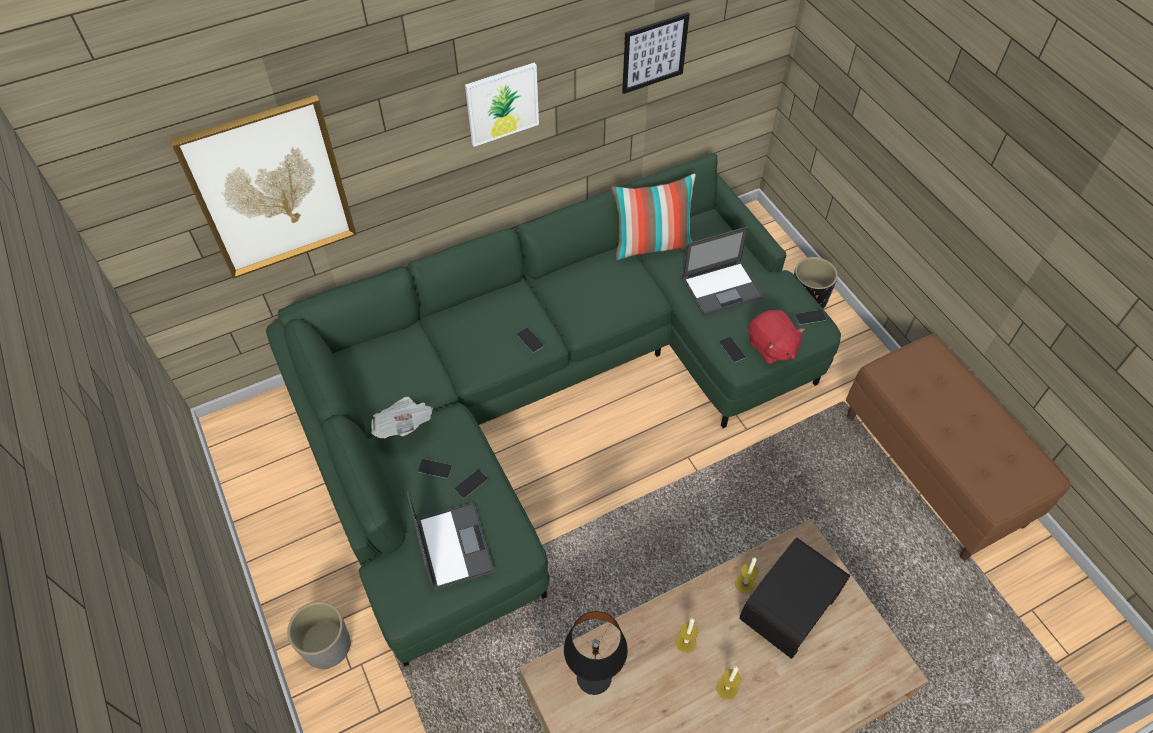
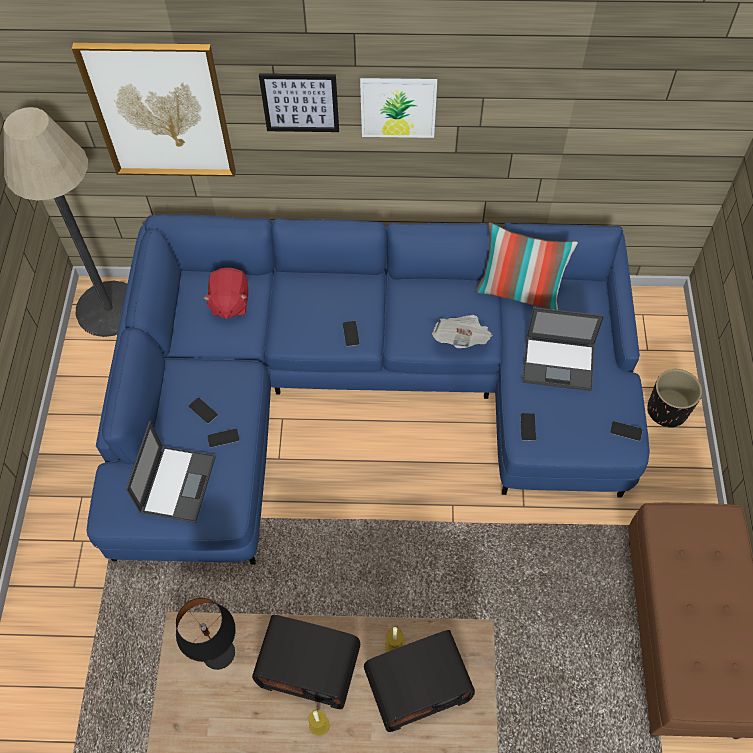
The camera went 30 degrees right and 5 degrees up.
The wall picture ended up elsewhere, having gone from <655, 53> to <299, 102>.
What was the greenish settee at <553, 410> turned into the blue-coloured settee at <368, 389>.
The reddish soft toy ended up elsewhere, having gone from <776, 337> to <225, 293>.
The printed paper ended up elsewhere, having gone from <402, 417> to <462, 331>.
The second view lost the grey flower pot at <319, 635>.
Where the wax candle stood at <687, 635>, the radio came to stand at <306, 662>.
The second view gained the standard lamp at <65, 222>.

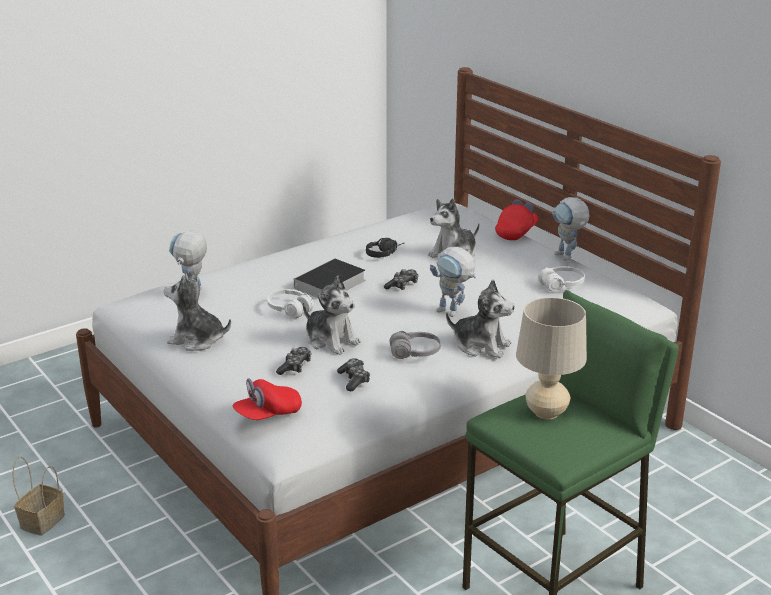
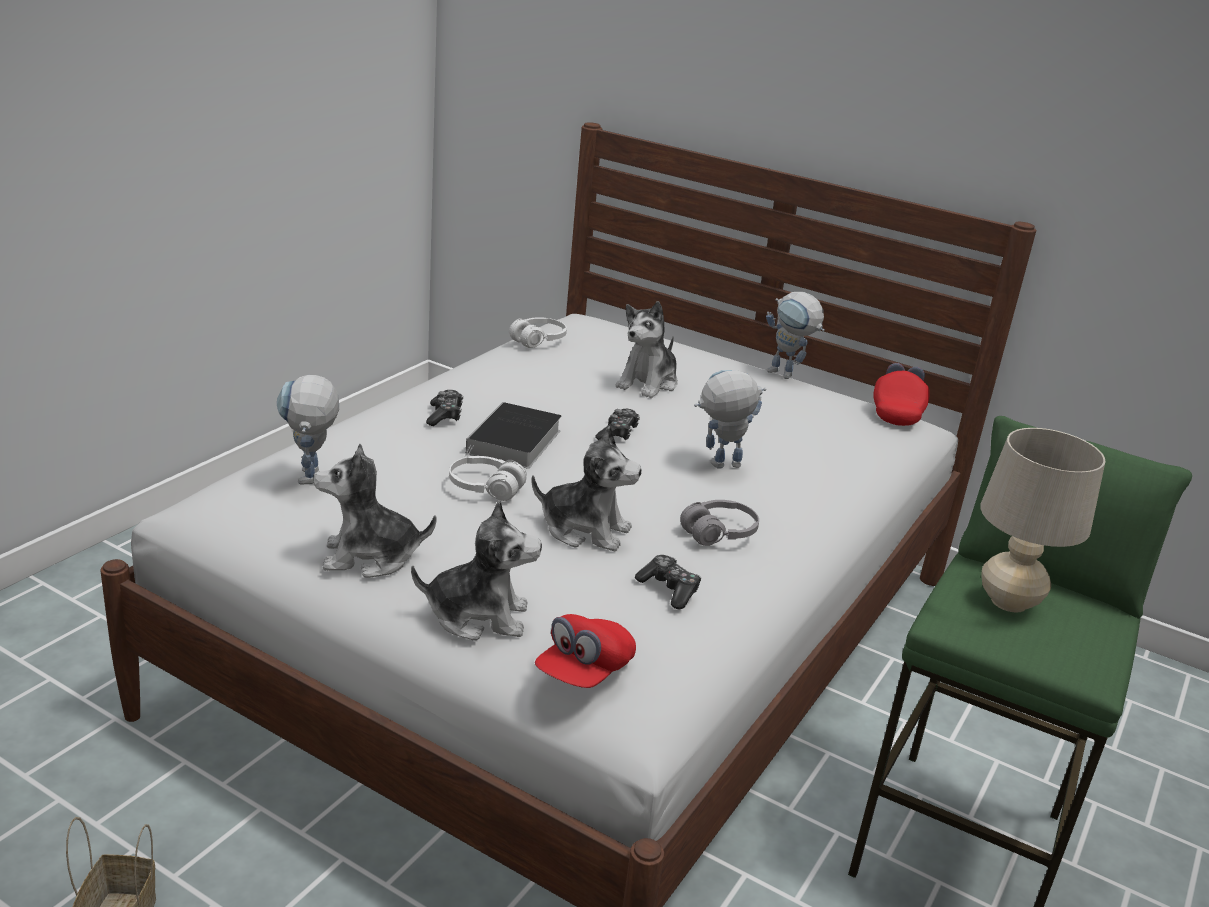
The camera went 25 degrees left and 0 degrees up.
The reddish peaked cap ended up elsewhere, having gone from <517, 219> to <901, 394>.
The second view lost the blackish headset at <385, 248>.
The toy robot at <453, 282> ended up facing another way, 150 degrees clockwise from before.
The whitish headset ended up elsewhere, having gone from <561, 278> to <538, 332>.
The soft toy ended up elsewhere, having gone from <480, 319> to <476, 570>.
The gamepad ended up elsewhere, having gone from <294, 361> to <444, 408>.

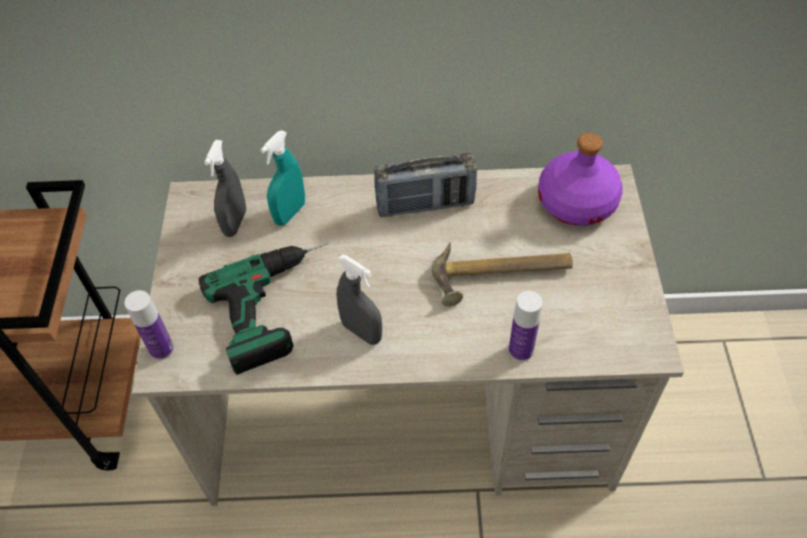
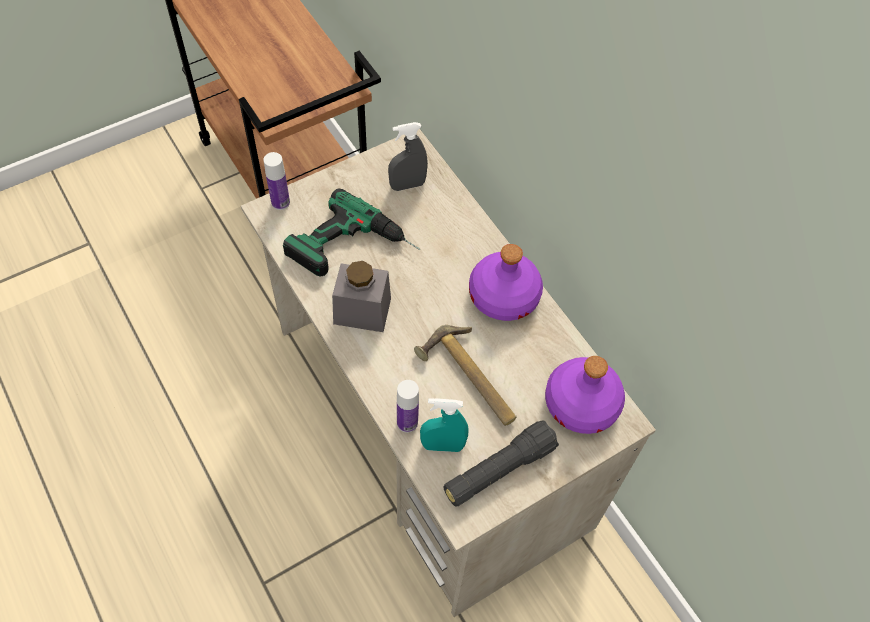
The camera went 55 degrees right and 5 degrees up.
The turquoise-coloured sprayer ended up elsewhere, having gone from <282, 178> to <444, 425>.
Where the radio stood at <425, 185>, the purplish drink bottle came to stand at <506, 282>.
Where the grey sprayer stood at <359, 299>, the grey storage jar came to stand at <361, 296>.
The second view gained the blackish hand torch at <501, 463>.

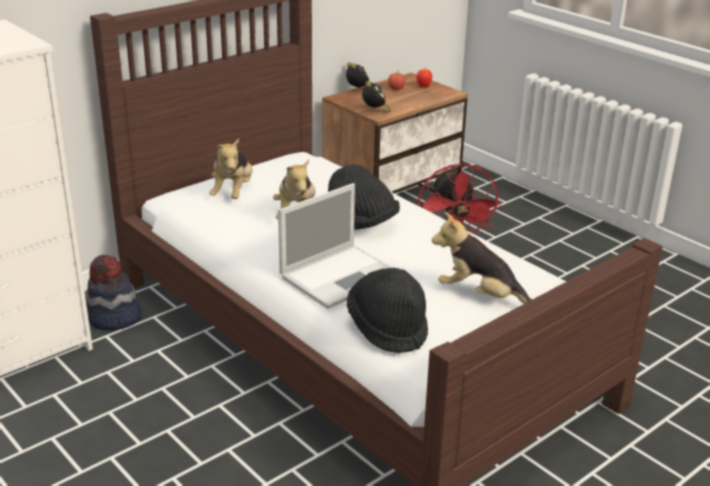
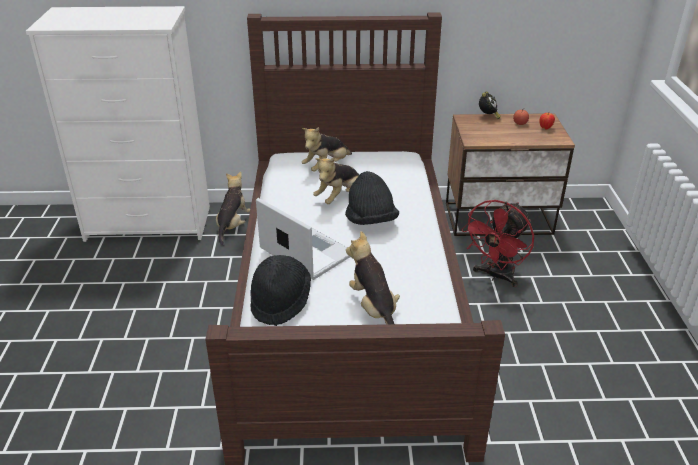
The camera went 40 degrees right and 5 degrees up.
The second view lost the bedside clock at <376, 96>.
The laptop at <334, 246> ended up facing another way, 135 degrees counterclockwise from before.
Where the hat stood at <113, 292>, the soft toy came to stand at <233, 208>.

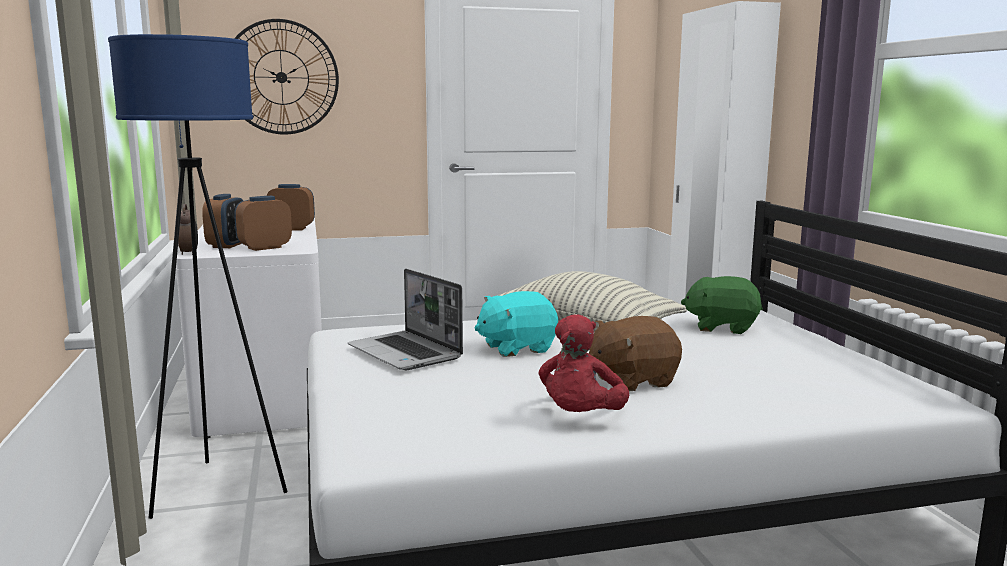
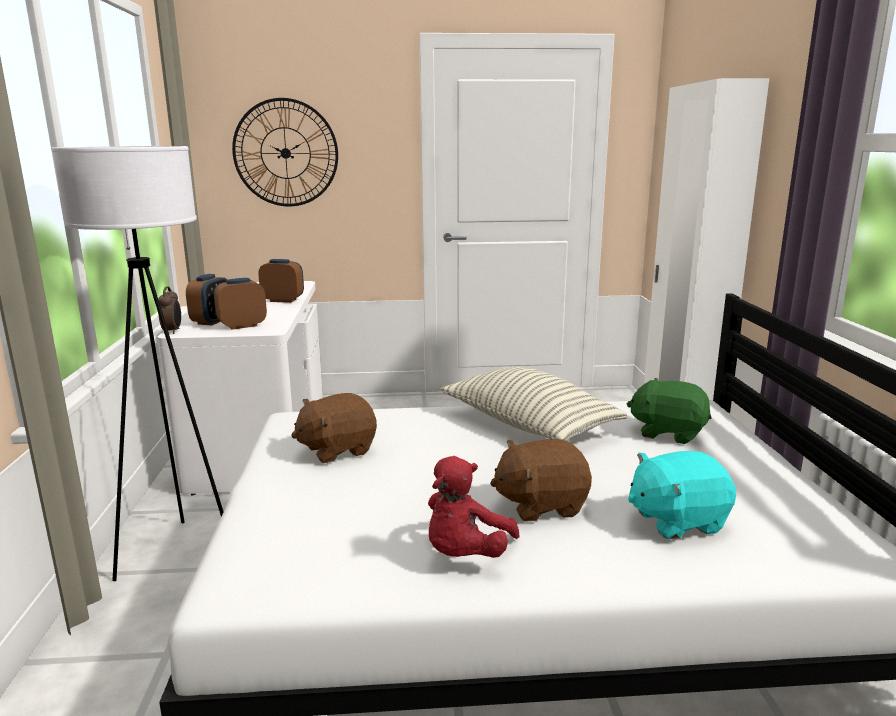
The camera went 10 degrees right and 5 degrees up.
What was the blue-coloured standard lamp at <198, 276> turned into the whitish standard lamp at <137, 363>.
Where the laptop stood at <405, 319>, the brown-coloured soft toy came to stand at <334, 428>.
The turquoise-coloured soft toy ended up elsewhere, having gone from <516, 324> to <682, 495>.

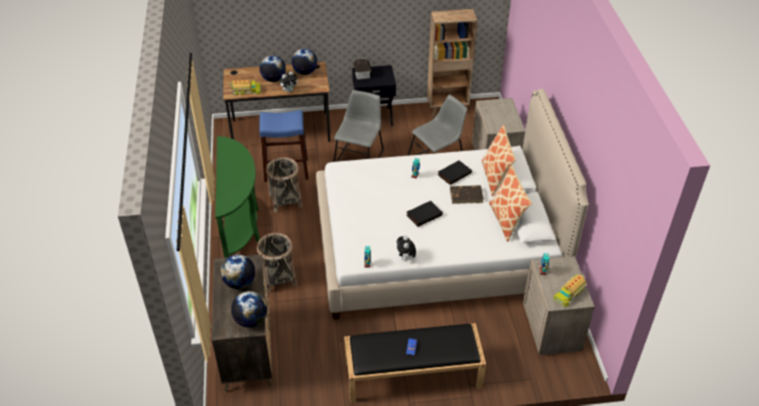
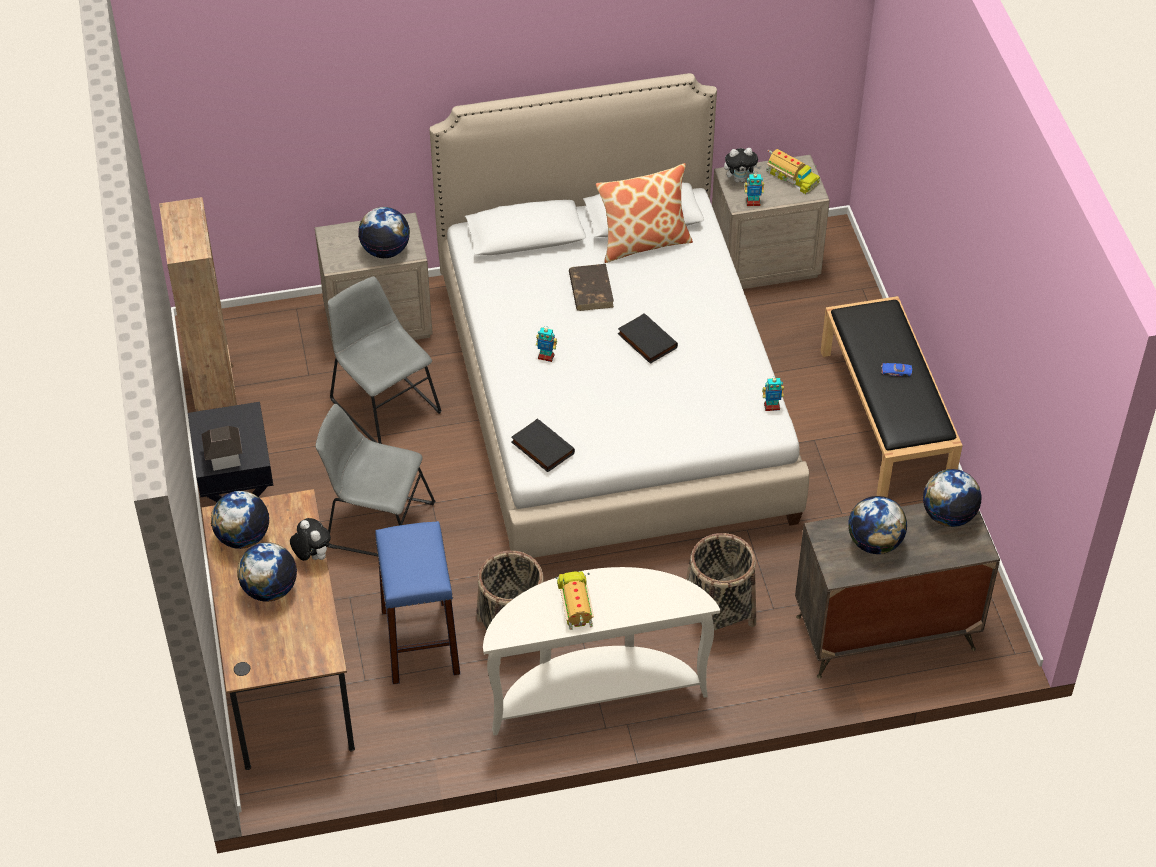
The camera went 95 degrees left and 5 degrees up.
The toy lorry ended up elsewhere, having gone from <245, 87> to <575, 600>.
The second view lost the pillow at <499, 160>.
What was the greenish console table at <237, 197> turned into the whitish console table at <601, 651>.
The blackish book ended up elsewhere, having gone from <455, 172> to <543, 445>.
The soft toy ended up elsewhere, having gone from <406, 248> to <742, 165>.
The second view gained the world globe at <384, 232>.

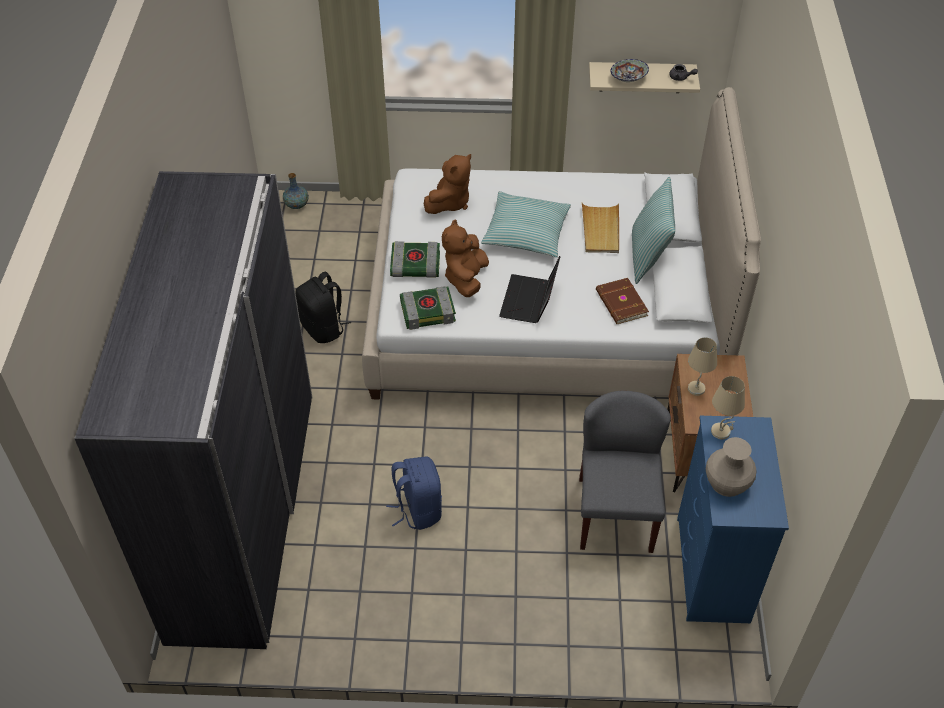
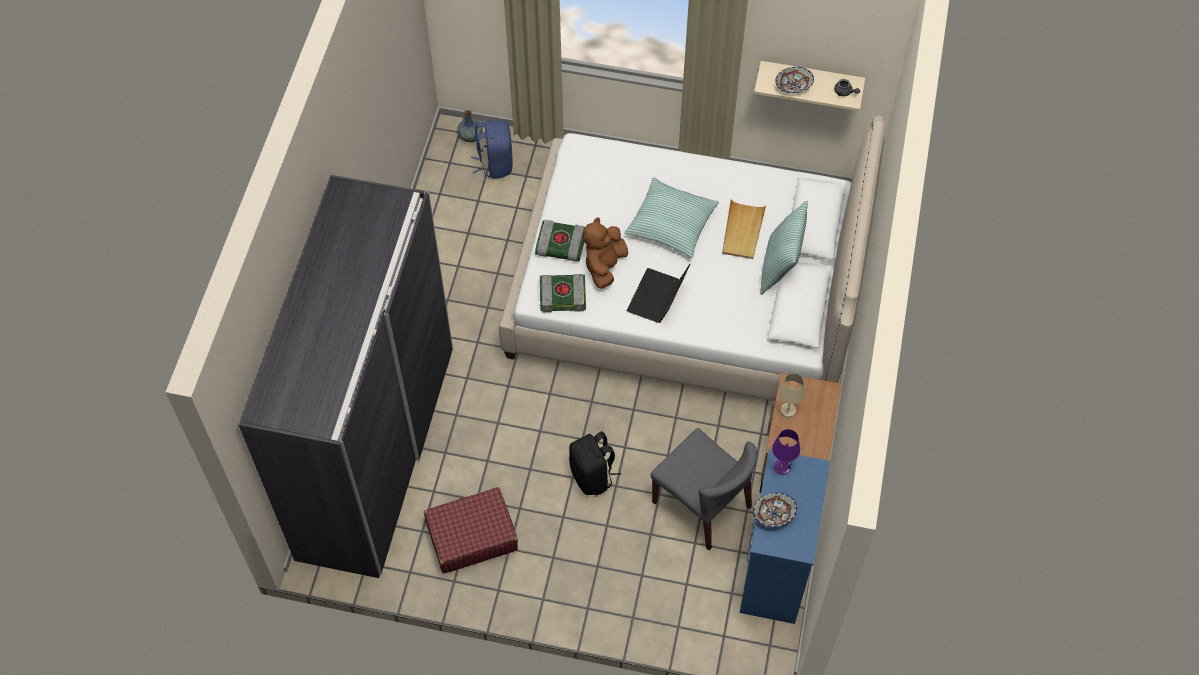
The camera went 10 degrees right and 10 degrees up.
The second view lost the brown-coloured soft toy at <447, 184>.
The blackish knapsack ended up elsewhere, having gone from <323, 307> to <595, 463>.
The second view lost the brown-coloured book at <622, 301>.
What was the sand-coloured lamp for a table at <728, 407> turned into the purplish lamp for a table at <786, 452>.
The grey upright chair at <625, 472> ended up facing another way, 120 degrees clockwise from before.
Where the sand-coloured flower vase stood at <731, 467>, the serving bowl came to stand at <775, 510>.
The blue-coloured knapsack ended up elsewhere, having gone from <414, 493> to <492, 149>.
The second view gained the reddish suitcase at <471, 530>.

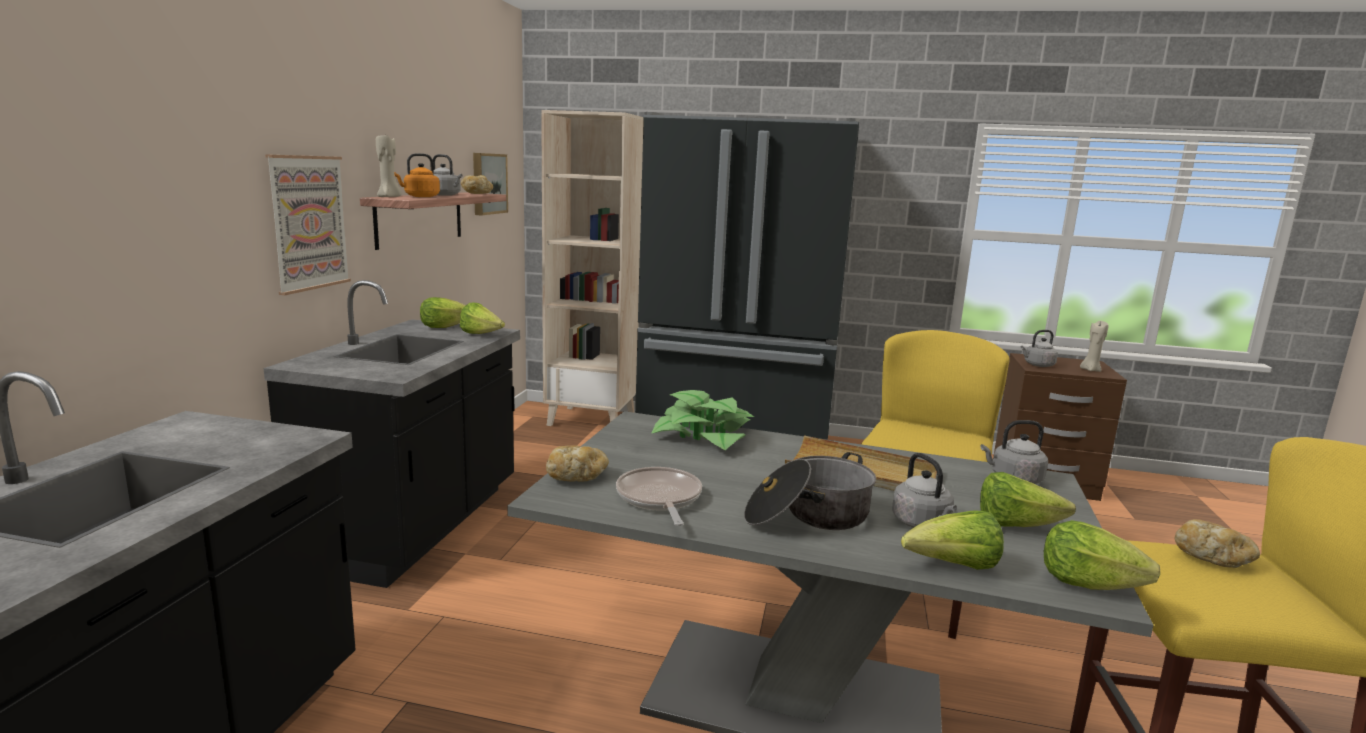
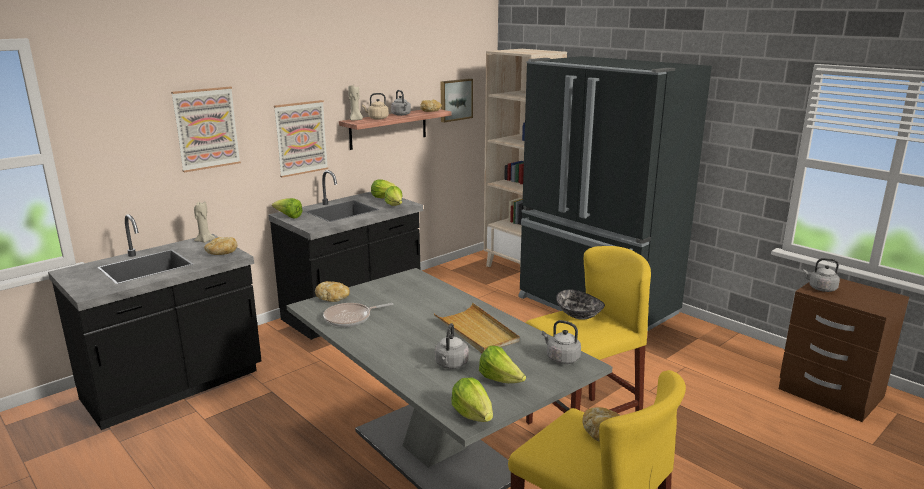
The camera went 35 degrees right and 5 degrees up.
What was the orange tea kettle at <417, 175> turned into the sand-coloured tea kettle at <375, 106>.
The sand-coloured wax candle ended up elsewhere, having gone from <1094, 346> to <204, 222>.
The second view lost the houseplant at <702, 420>.
The second view lost the cooking pot at <810, 491>.
The pan at <659, 496> ended up facing another way, 135 degrees counterclockwise from before.
The lettuce head ended up elsewhere, having gone from <952, 540> to <287, 208>.
The second view gained the wall picture at <206, 129>.
The second view gained the bread at <220, 246>.
The second view gained the serving bowl at <580, 305>.

